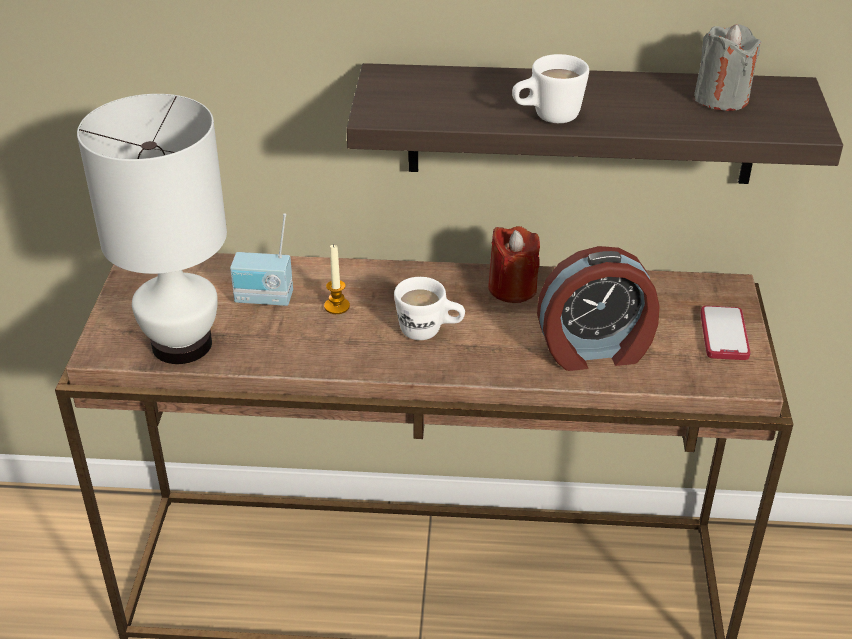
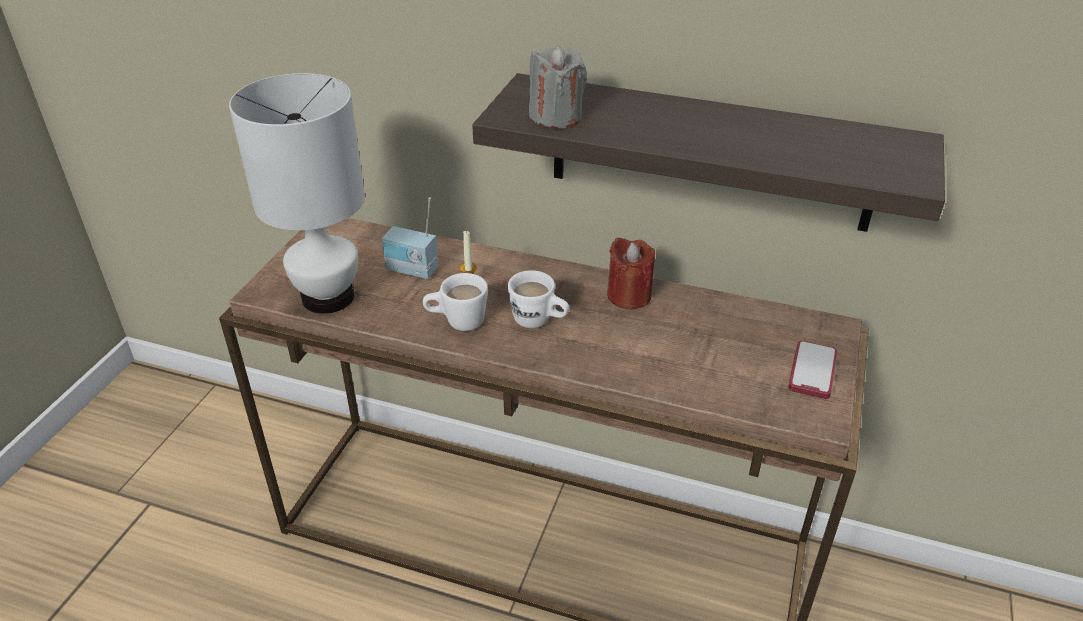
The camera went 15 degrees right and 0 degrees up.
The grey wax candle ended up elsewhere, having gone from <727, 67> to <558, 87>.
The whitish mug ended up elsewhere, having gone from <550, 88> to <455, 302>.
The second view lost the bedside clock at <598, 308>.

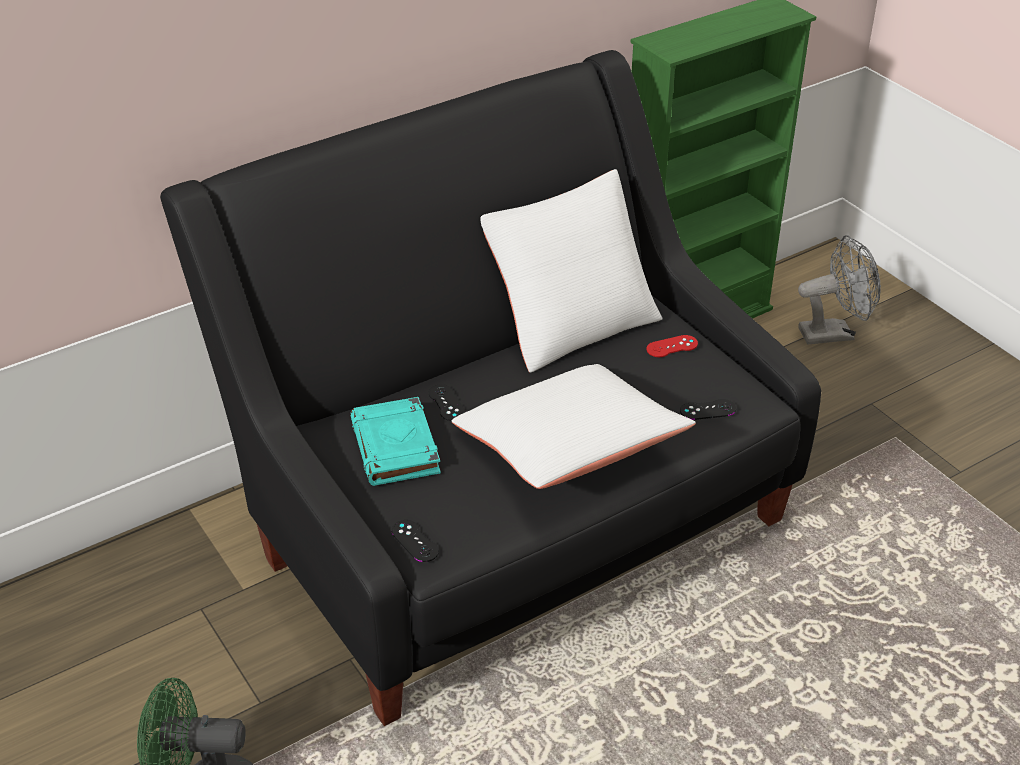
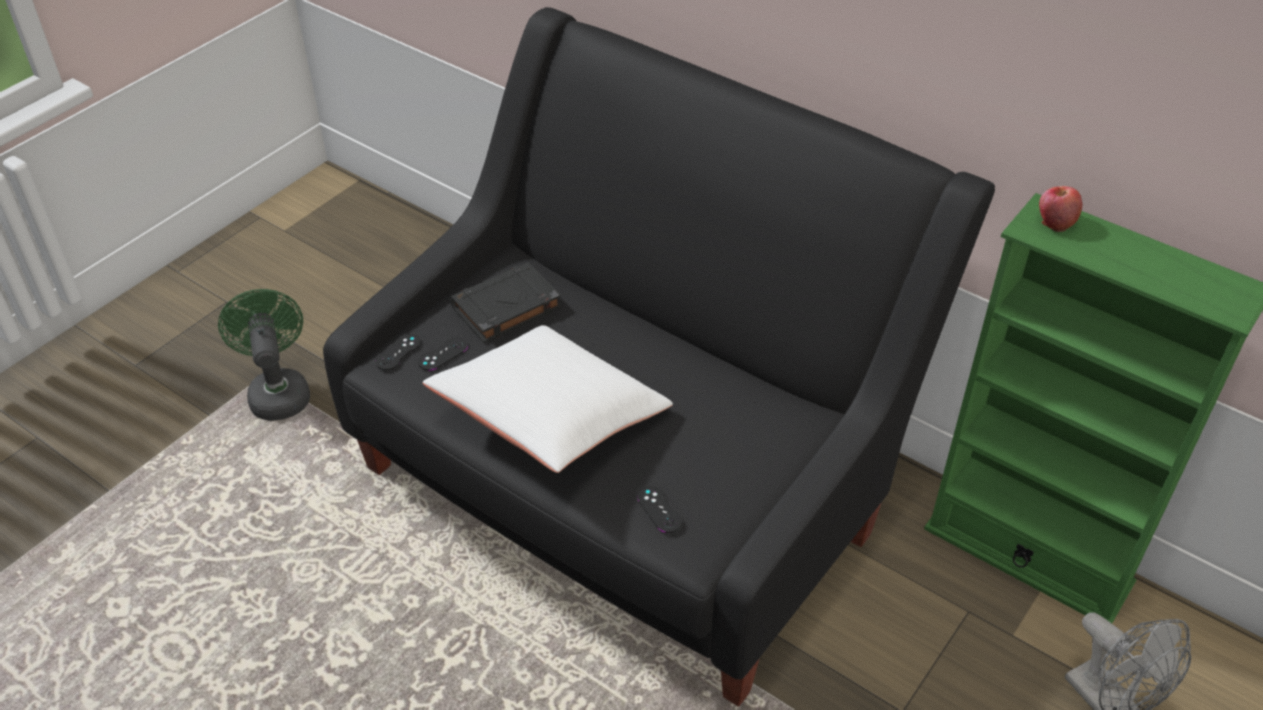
The camera went 70 degrees right and 5 degrees up.
The second view lost the whitish pillow at <571, 271>.
The second view lost the reddish gamepad at <672, 346>.
The blackish gamepad ended up elsewhere, having gone from <447, 402> to <443, 354>.
What was the turquoise-coloured book at <395, 441> turned into the blackish book at <506, 302>.
The second view gained the apple at <1060, 209>.

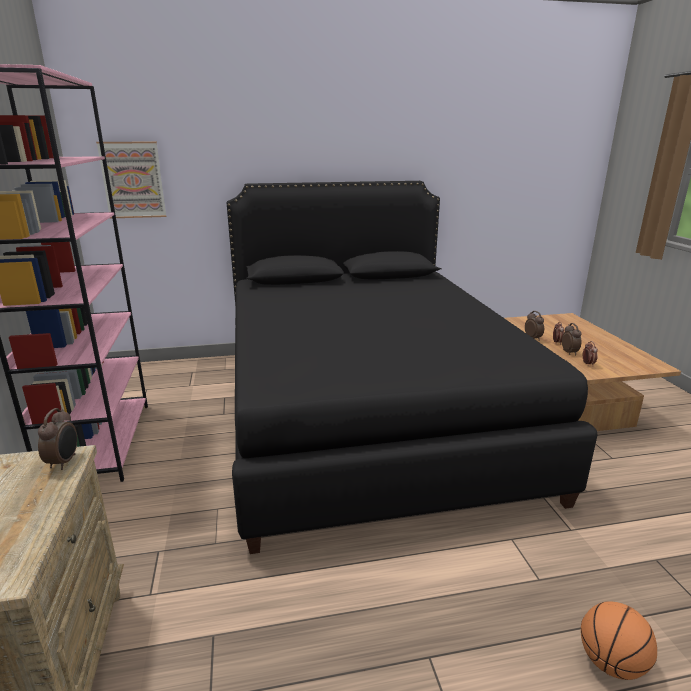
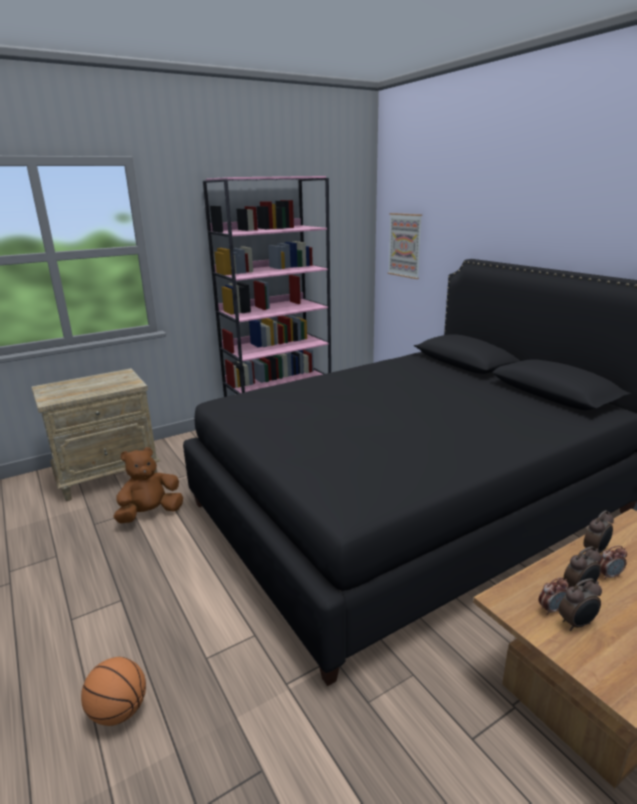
The camera went 70 degrees right and 0 degrees up.
The bedside clock ended up elsewhere, having gone from <57, 439> to <580, 604>.
The second view gained the brown-coloured soft toy at <148, 485>.

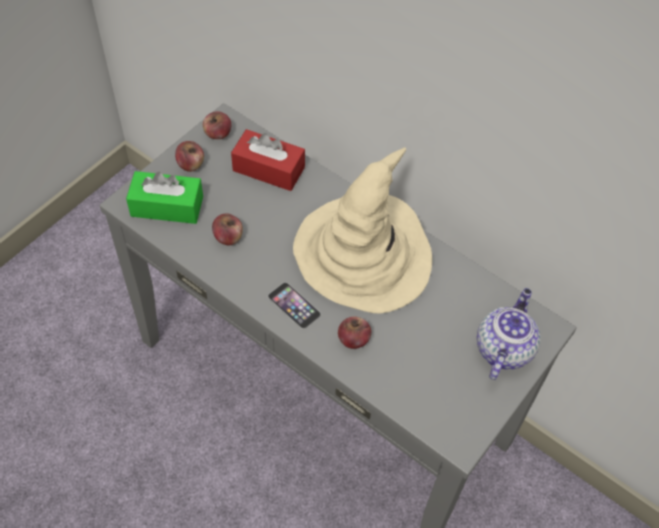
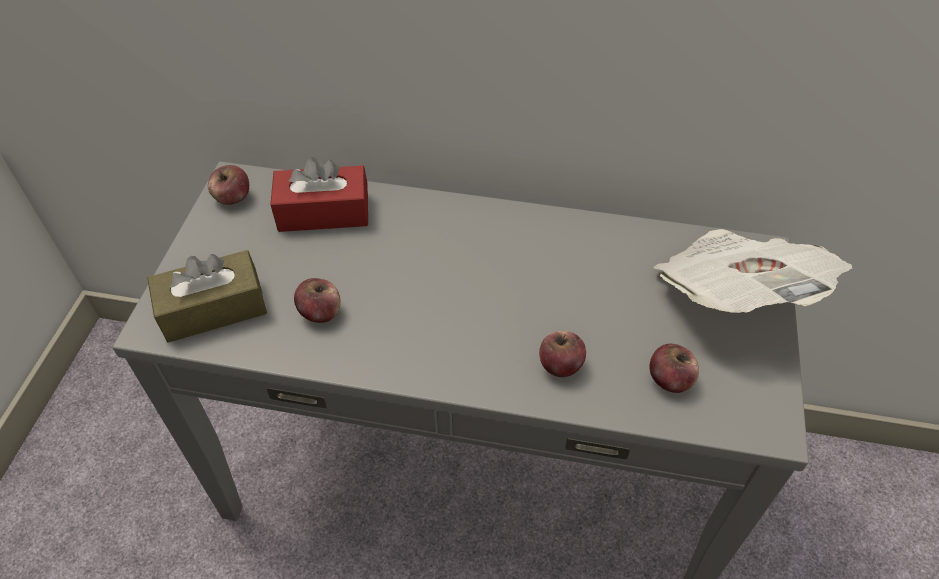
The camera went 25 degrees left and 5 degrees down.
The apple ended up elsewhere, having gone from <189, 156> to <674, 368>.
The second view lost the sand-coloured hat at <362, 230>.
What was the greenish tissue box at <164, 197> turned into the brown-coloured tissue box at <207, 296>.
The second view lost the handset at <294, 305>.
Where the tea pot stood at <509, 334>, the printed paper came to stand at <753, 271>.

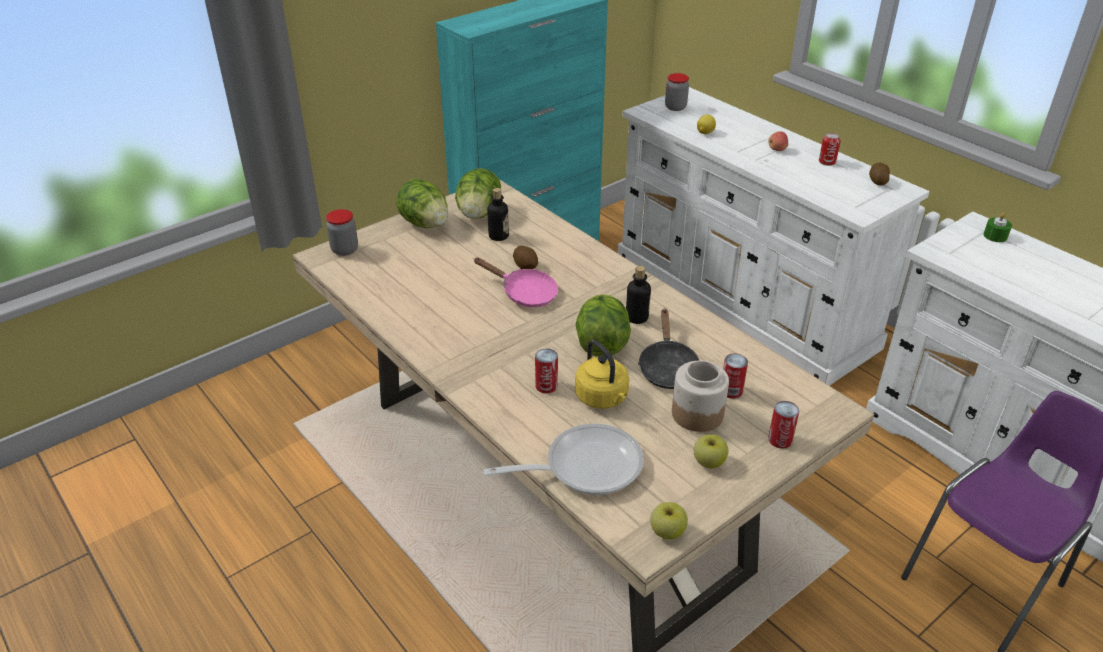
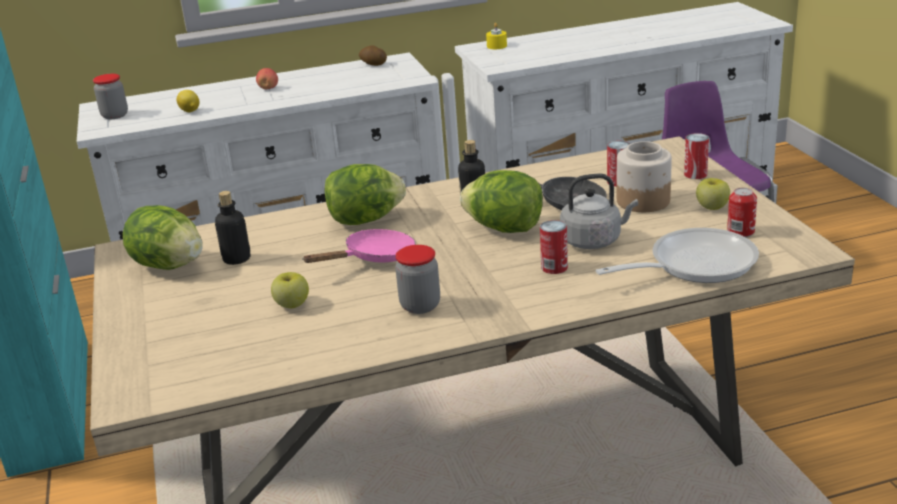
The camera went 65 degrees left and 10 degrees down.
The metal can ended up elsewhere, having gone from <830, 149> to <742, 212>.
The lettuce head ended up elsewhere, having gone from <422, 203> to <365, 194>.
The storage jar ended up elsewhere, having gone from <342, 232> to <417, 279>.
What was the greenish wax candle at <997, 227> turned into the yellowish wax candle at <496, 36>.
The second view lost the potato at <525, 257>.
What was the yellowish tea kettle at <602, 374> turned into the grey tea kettle at <599, 211>.
The pan at <563, 459> ended up facing another way, 60 degrees clockwise from before.
The apple ended up elsewhere, having gone from <669, 520> to <290, 290>.

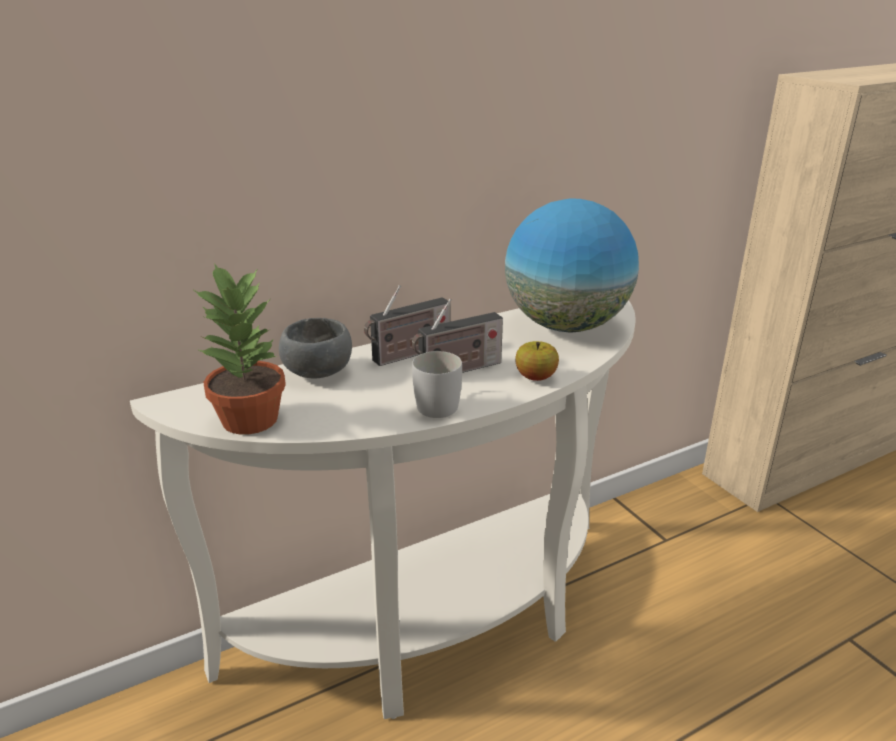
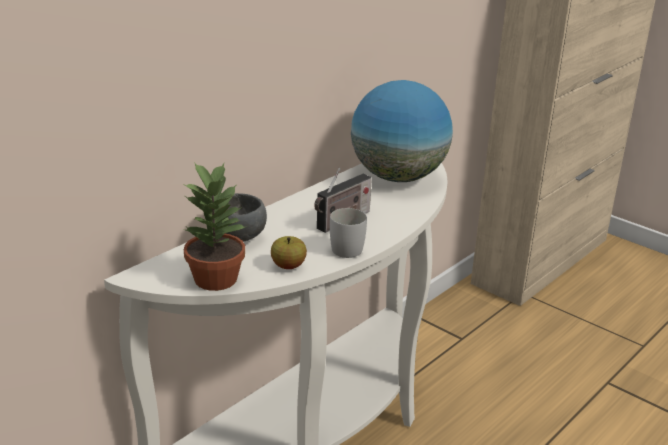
The camera went 20 degrees left and 0 degrees up.
The second view lost the radio at <407, 325>.
The apple ended up elsewhere, having gone from <537, 361> to <289, 252>.

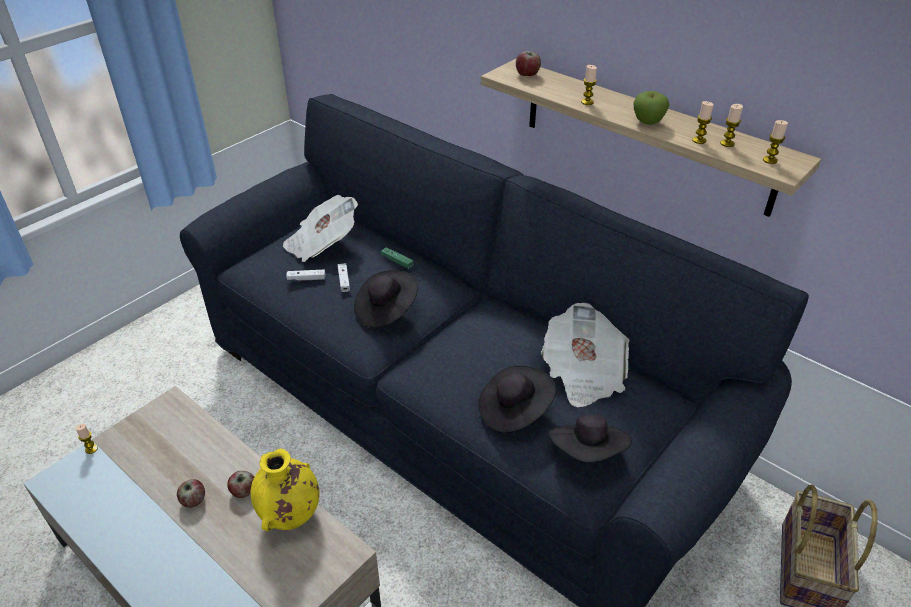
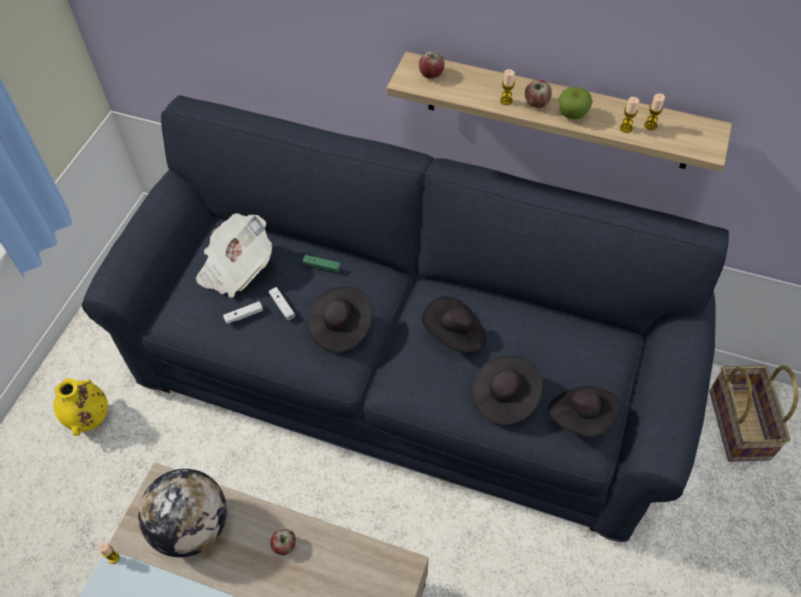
The camera went 20 degrees left and 15 degrees up.
The second view lost the wax candle at <775, 142>.
The second view lost the printed paper at <585, 355>.
The yellowish flower vase ended up elsewhere, having gone from <285, 490> to <80, 407>.
The apple ended up elsewhere, having gone from <191, 493> to <538, 94>.
The second view gained the blackish hat at <453, 324>.
The second view gained the world globe at <182, 513>.

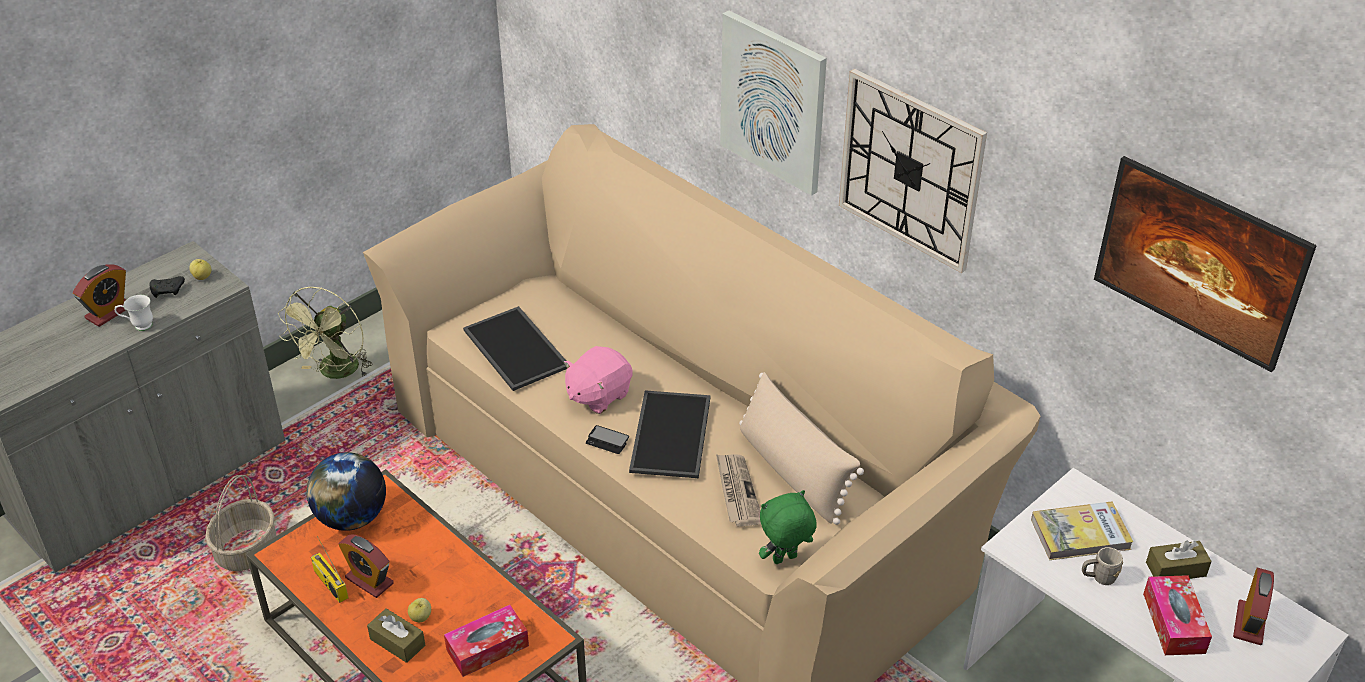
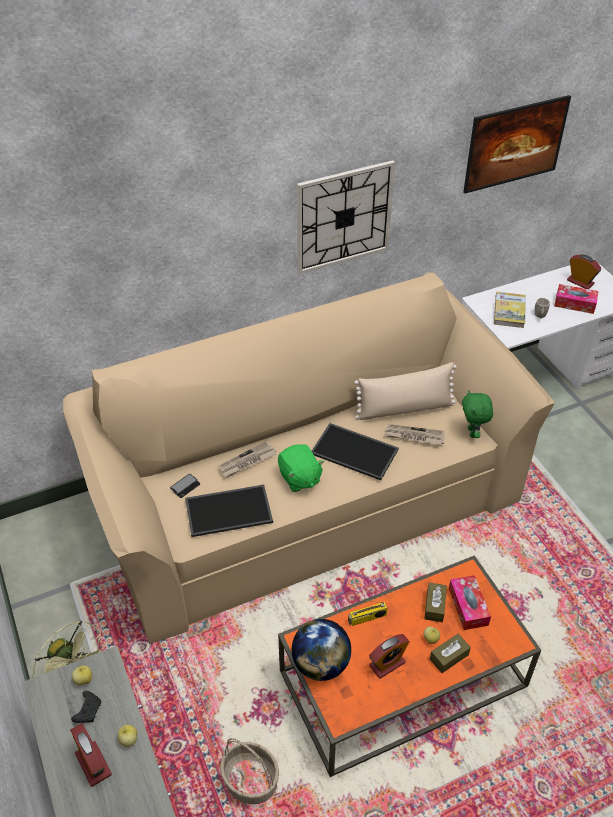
The camera went 70 degrees left and 5 degrees up.
The second view lost the wall picture at <773, 103>.
Where the whitish mug stood at <134, 313>, the apple came to stand at <127, 736>.
What was the pink-coloured soft toy at <598, 380> turned into the greenish soft toy at <301, 468>.
The handset ended up elsewhere, having gone from <607, 439> to <185, 486>.
The radio ended up elsewhere, having gone from <329, 569> to <367, 612>.
The brown-coloured tissue box ended up elsewhere, having gone from <1179, 559> to <435, 602>.
The second view gained the printed paper at <247, 459>.

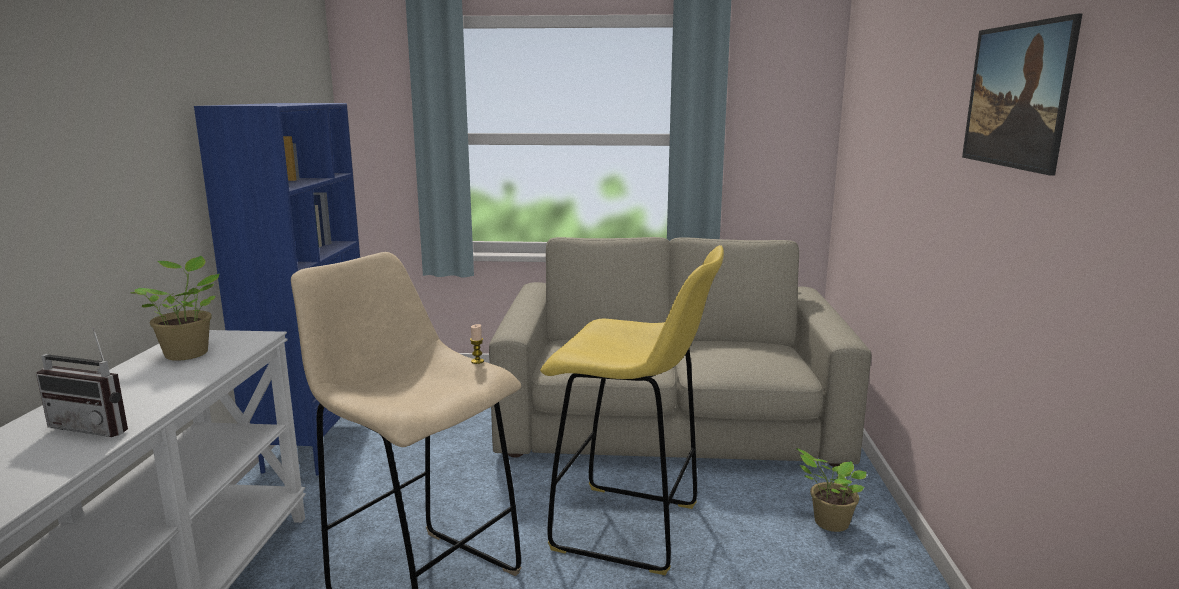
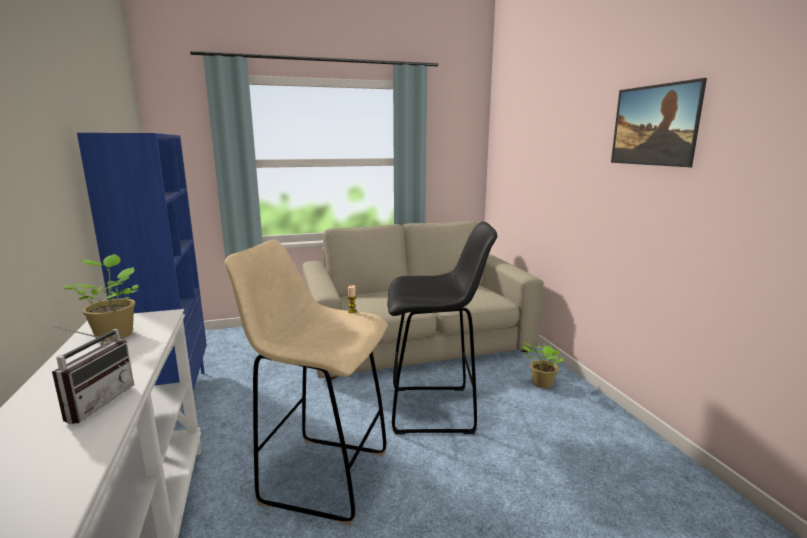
The camera went 20 degrees left and 0 degrees up.
What was the yellowish stool at <632, 410> turned into the blackish stool at <442, 328>.
The radio at <82, 382> ended up facing another way, 75 degrees counterclockwise from before.

